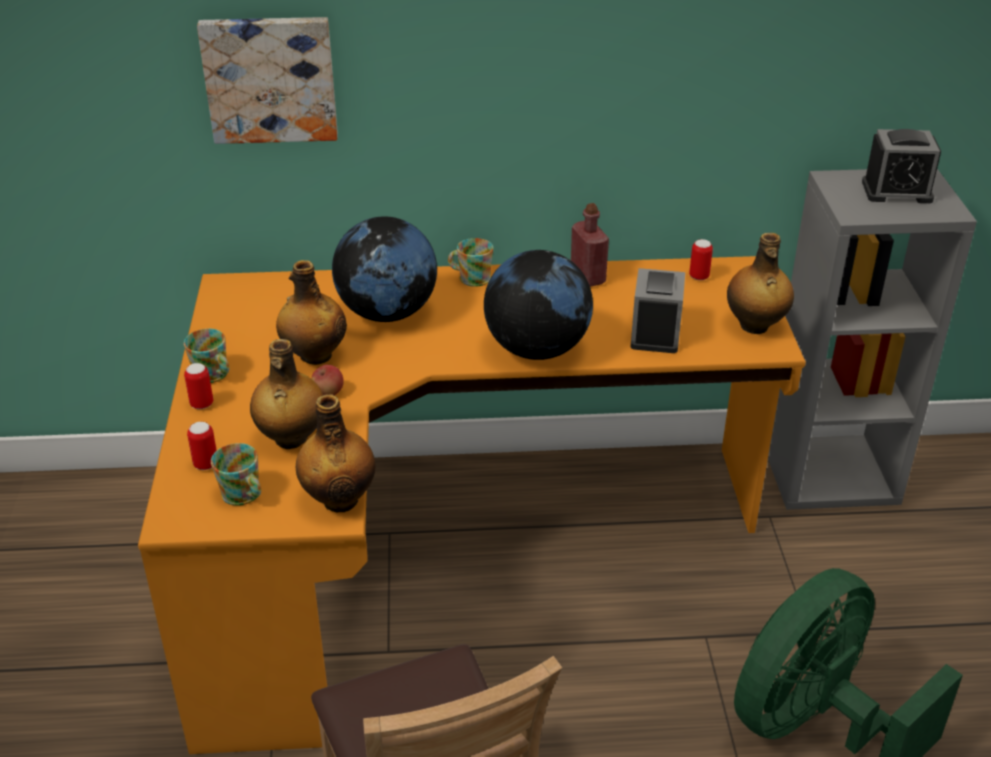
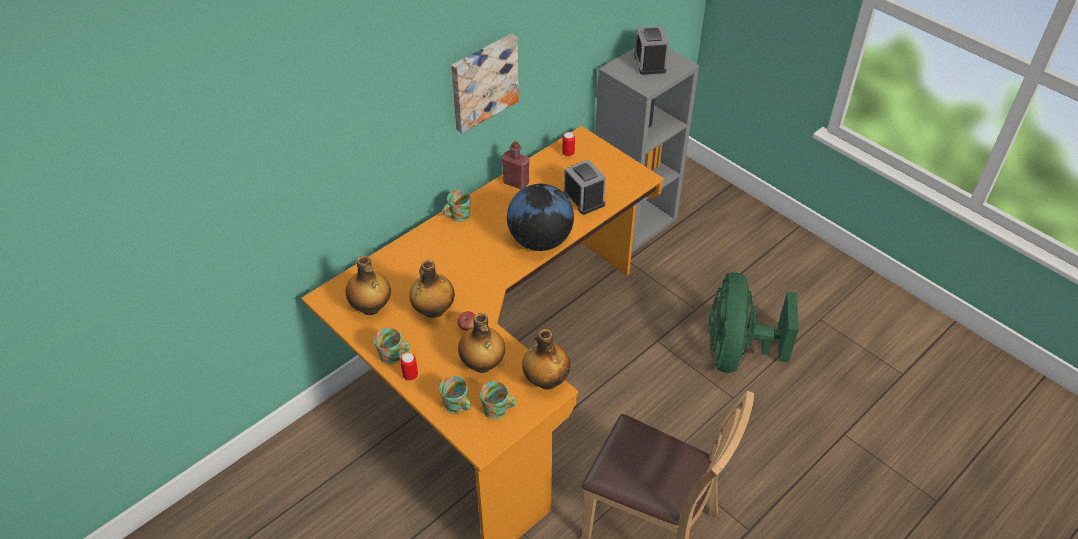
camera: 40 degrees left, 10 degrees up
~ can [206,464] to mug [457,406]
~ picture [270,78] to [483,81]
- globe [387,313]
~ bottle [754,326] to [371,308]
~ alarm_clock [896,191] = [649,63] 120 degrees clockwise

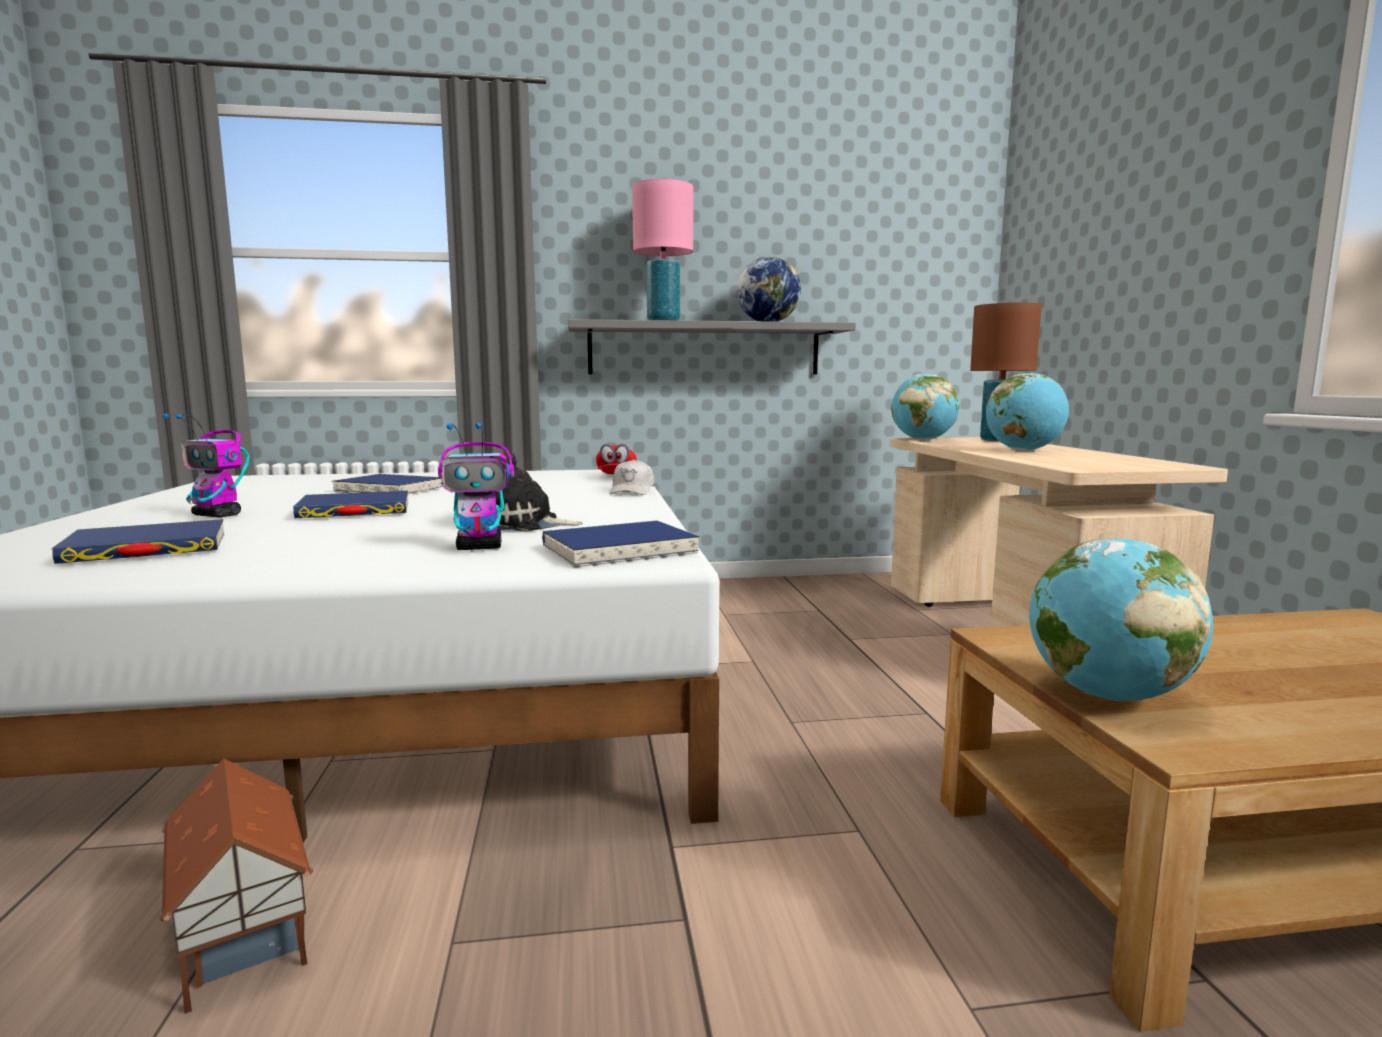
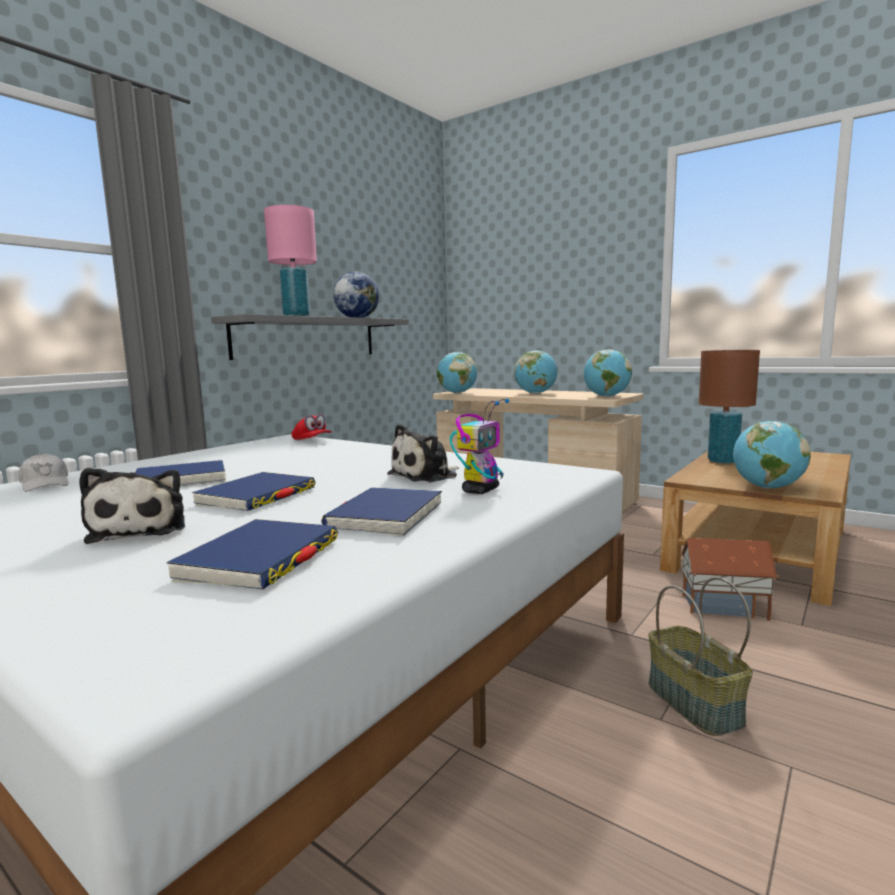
camera: 45 degrees left, 0 degrees up
~ toy_house [240,939] to [724,608]
~ toy_robot [217,515] to plush_toy [141,529]
~ blue_book [619,550] to [385,516]
~ white_cap [632,491] to [45,484]
~ brown_table_lamp [998,440] to [723,461]
+ globe [606,396]
+ basket [692,703]

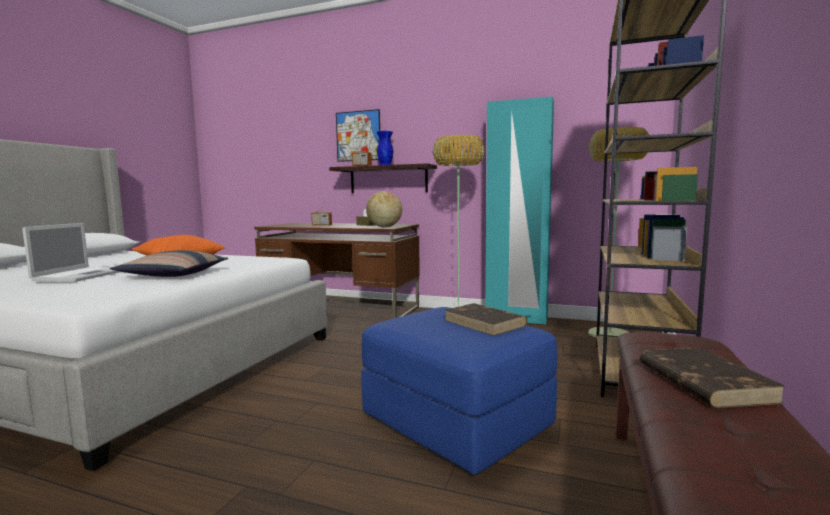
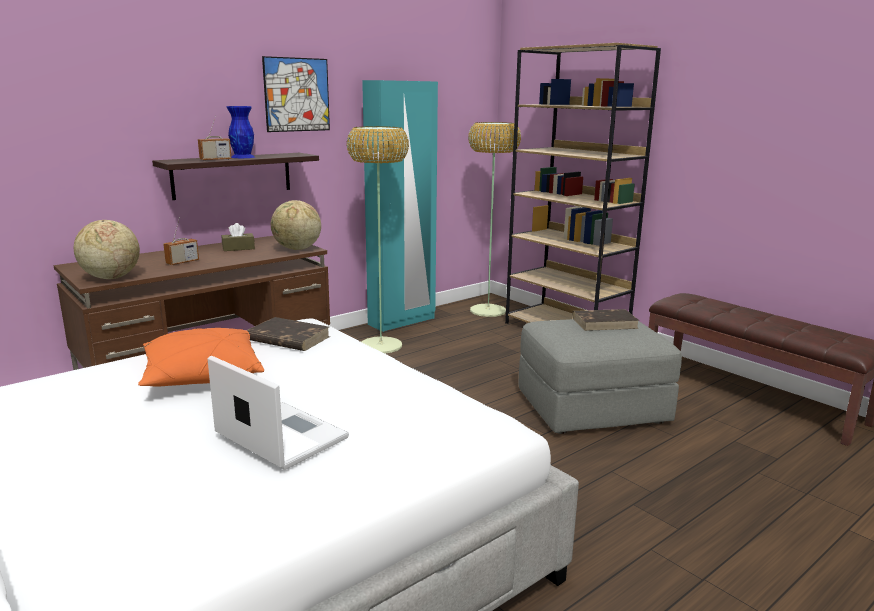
camera: 60 degrees left, 10 degrees up
- pillow [174,274]
~ picture [358,136] to [297,95]
~ blue_ottoman [457,422] to grey_ottoman [592,407]
~ brown_book [703,381] to [287,338]
+ globe [110,278]

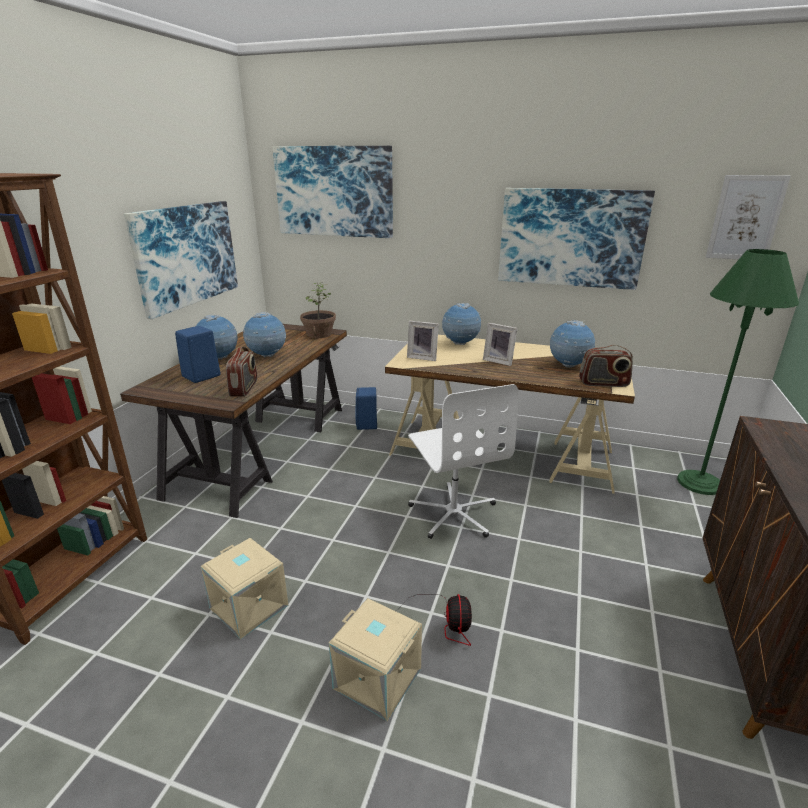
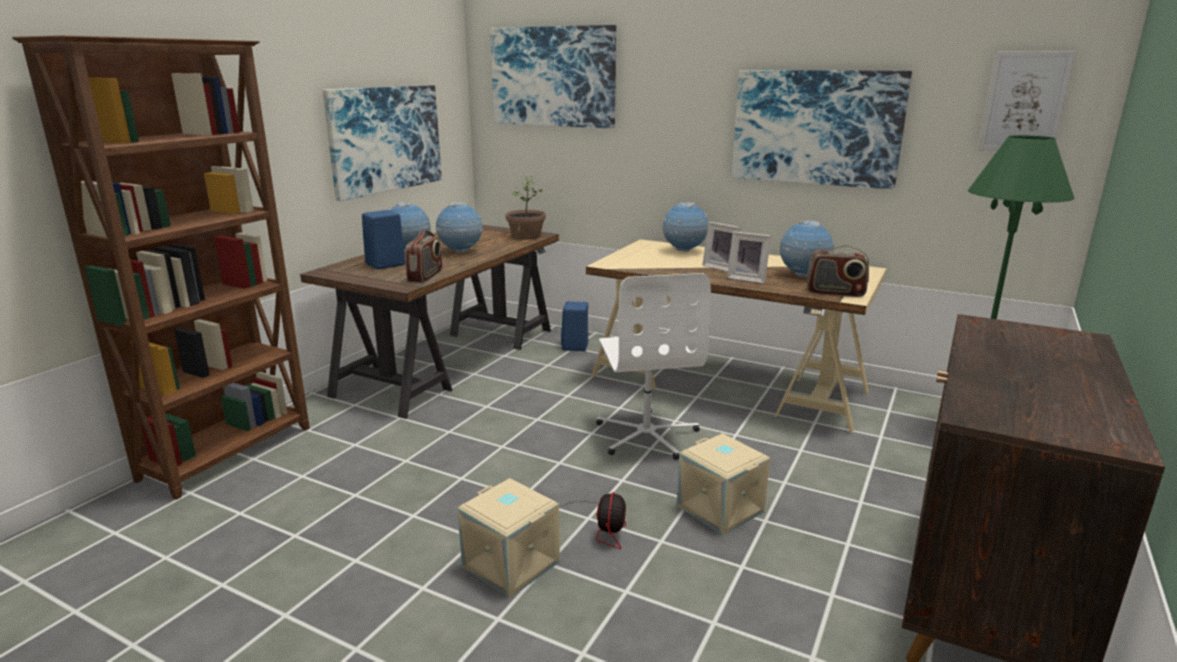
camera: 10 degrees right, 5 degrees down
~ beige_storage_box [247,607] to [719,509]
~ picture_frame [423,357] to [748,279]

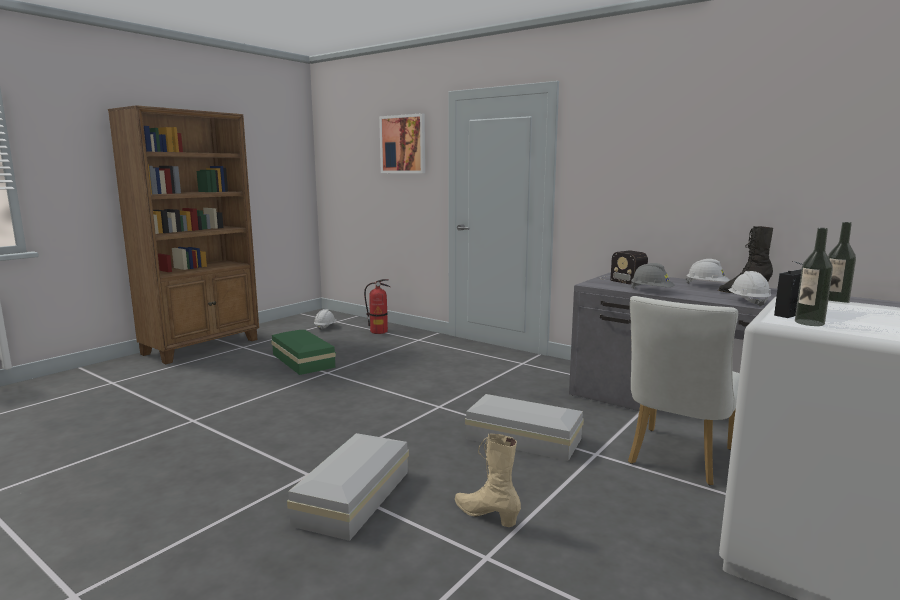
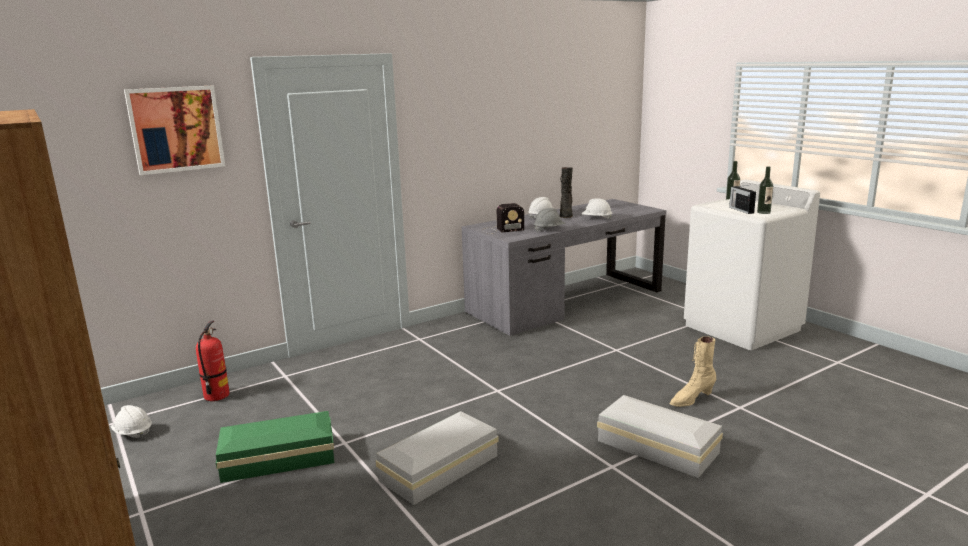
camera: 70 degrees left, 5 degrees up
~ white_storage_box [525,439] to [442,468]
- white_chair [677,459]

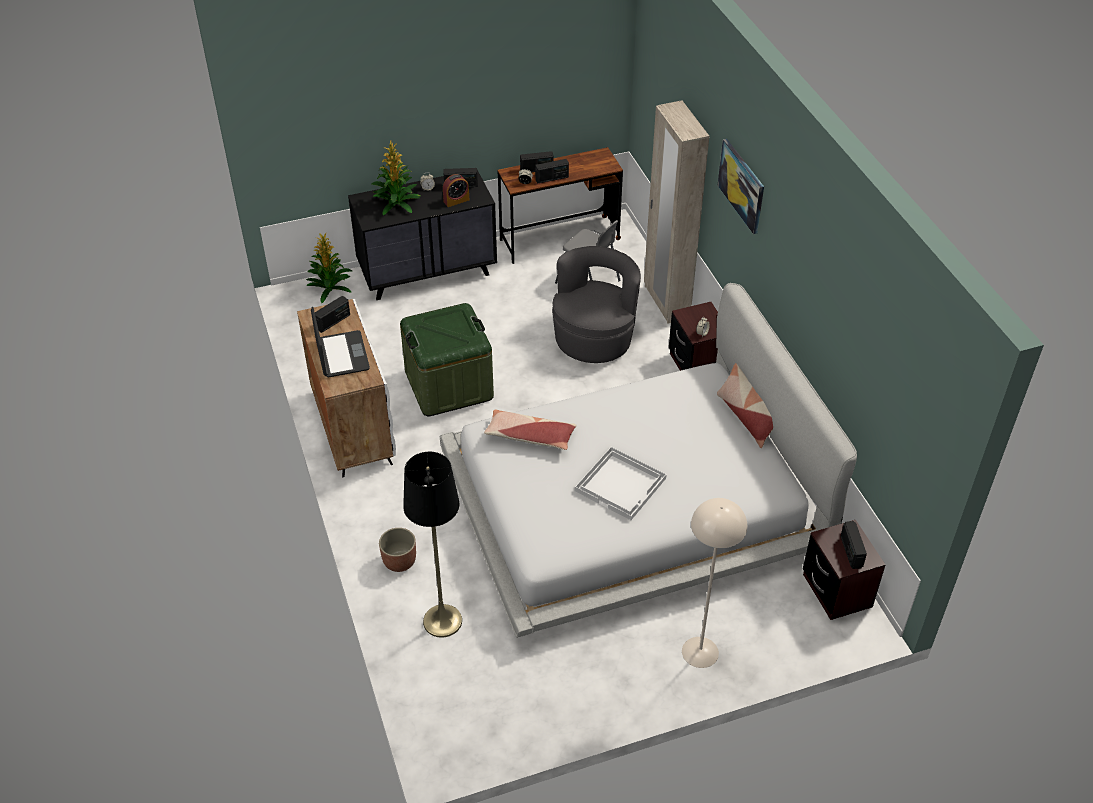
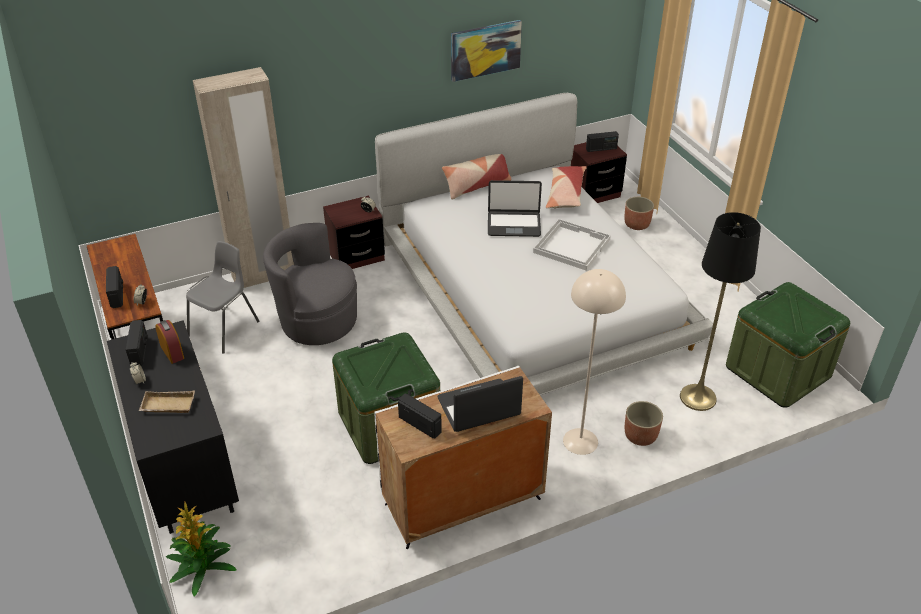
camera: 95 degrees left, 5 degrees down
~ potted_plant [397,203] to beige_tray [167,406]
~ pillow [529,436] to [565,194]
- radio [552,178]
~ beige_floor_lamp [700,652] to [580,441]
~ picture [742,185] to [485,50]
+ laptop [514,224]
+ planter [636,224]
+ green_storage_box [777,371]

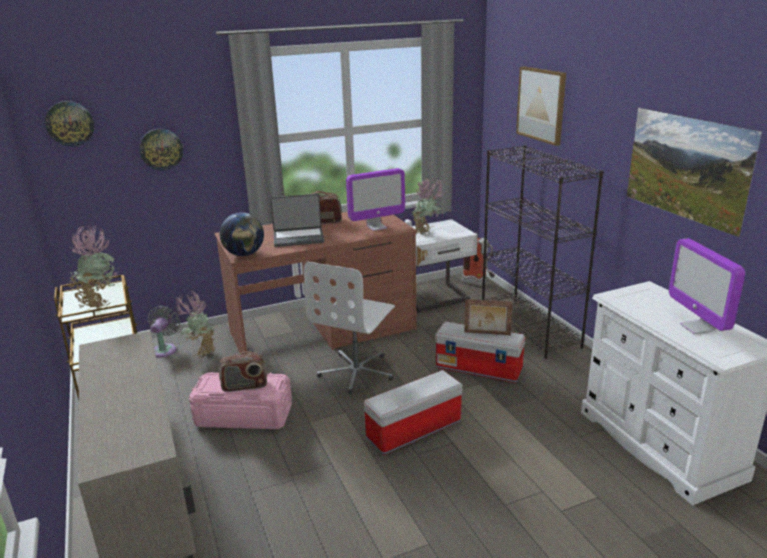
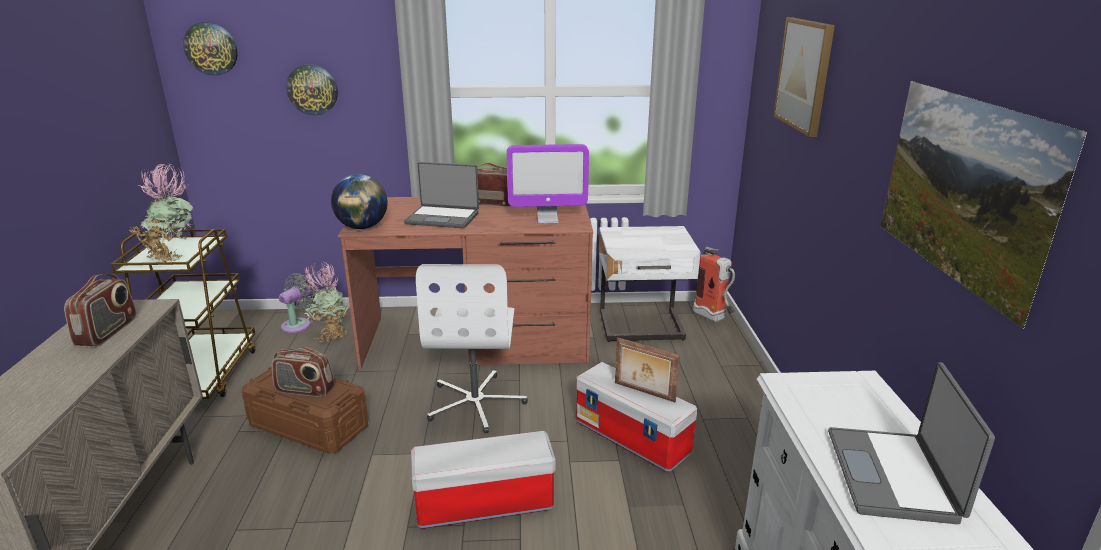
camera: 20 degrees right, 0 degrees up
~ pink_storage_box [244,416] to brown_storage_box [309,426]
~ white_office_chair [357,372] = [476,403] 45 degrees counterclockwise
- potted_plant [426,234]
- black_bookcase [530,327]
~ monitor [697,327] to laptop [894,476]
+ radio [108,332]

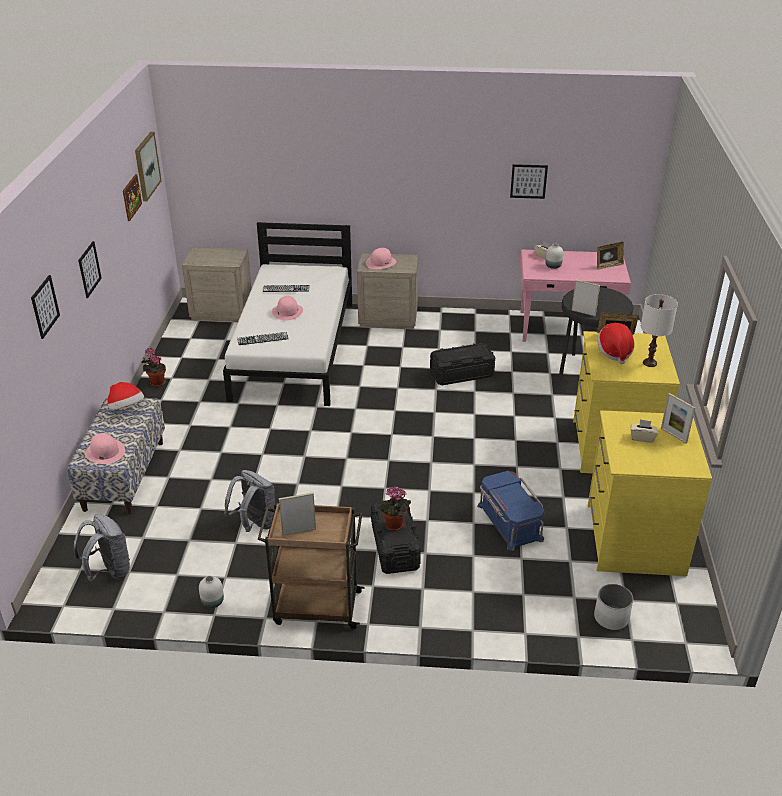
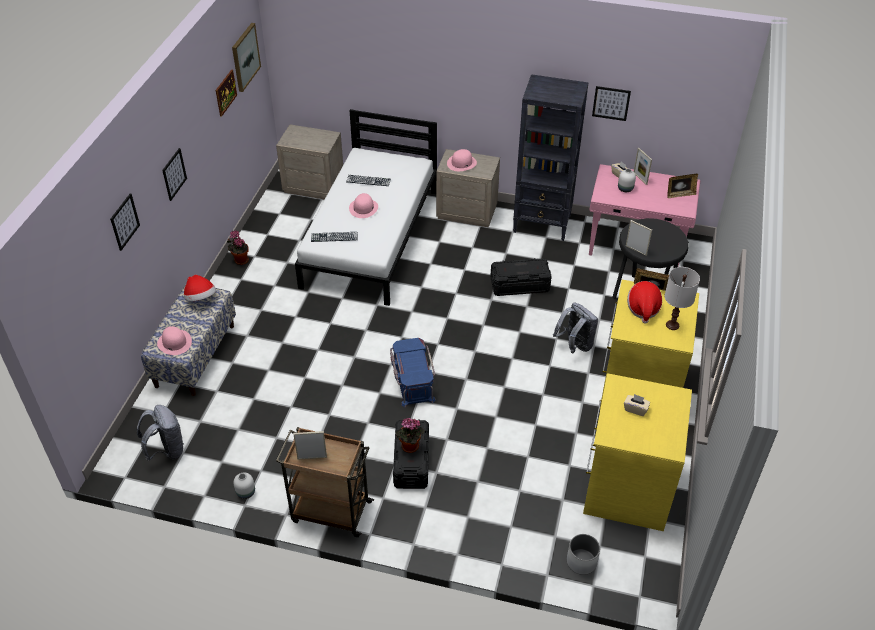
camera: 10 degrees right, 10 degrees up
~ grey_backpack [255,524] to [575,345]
~ blue_storage_box [509,522] to [412,381]
~ picture_frame [673,435] to [640,178]
+ black_bookcase [542,224]

